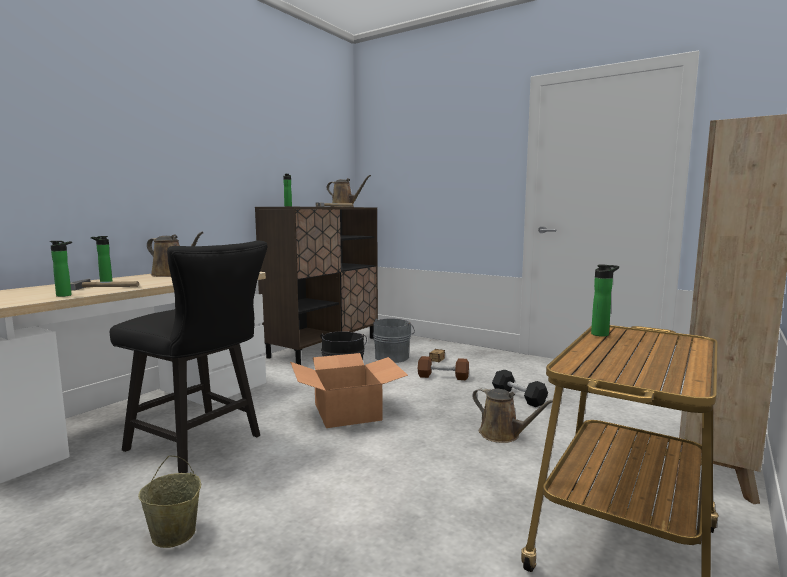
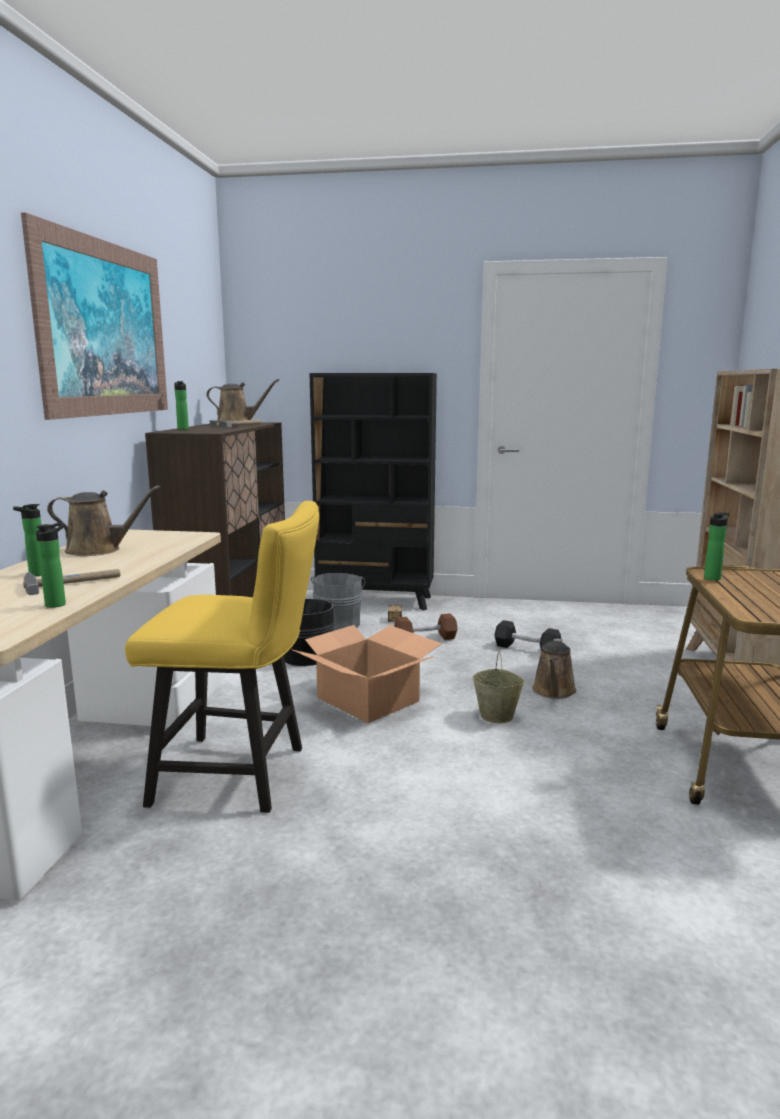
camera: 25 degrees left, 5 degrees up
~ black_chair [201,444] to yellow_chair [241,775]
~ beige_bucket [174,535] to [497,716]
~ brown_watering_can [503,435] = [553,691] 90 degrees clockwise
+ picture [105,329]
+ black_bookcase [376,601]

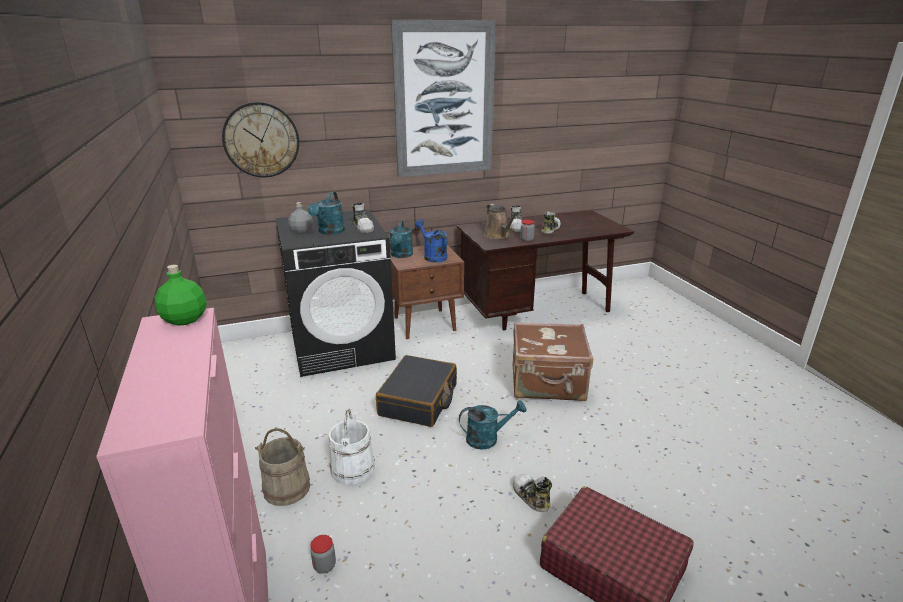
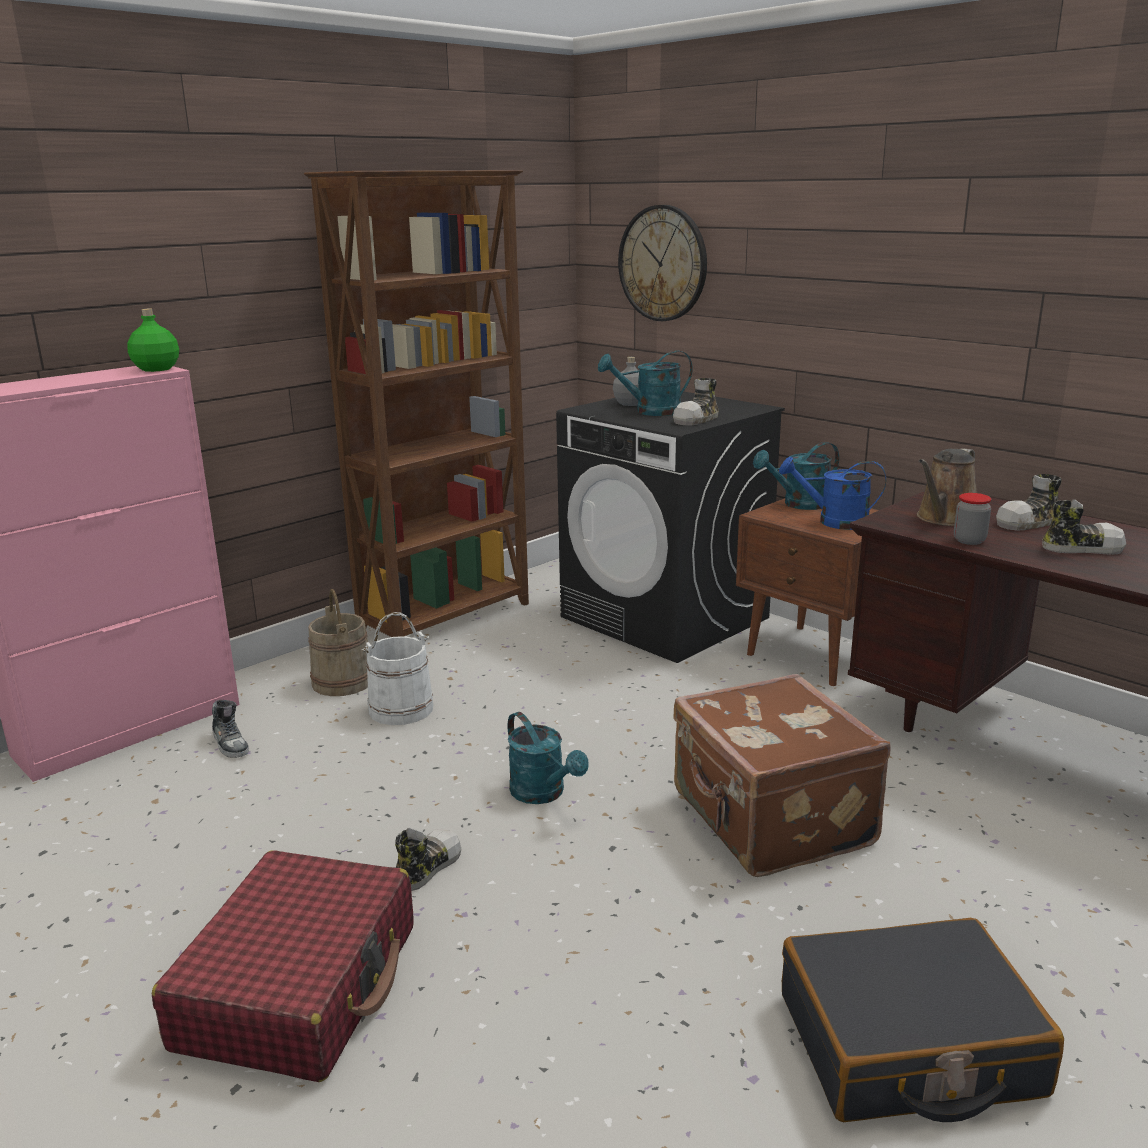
camera: 65 degrees right, 5 degrees down
~ jar [324,566] to shoe [230,744]
~ black_suitcase [419,400] to [908,1045]
- picture [444,100]
~ blue_watering_can [432,256] = [833,521] 105 degrees counterclockwise
+ brown_bookcase [447,618]

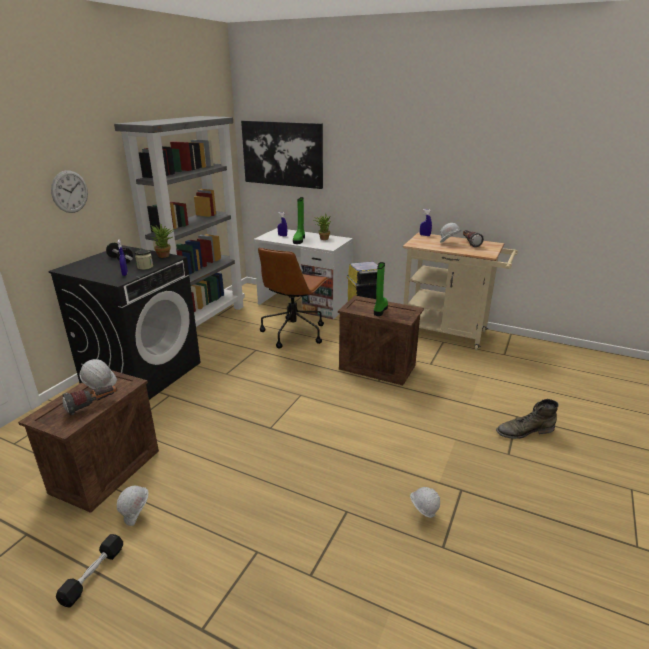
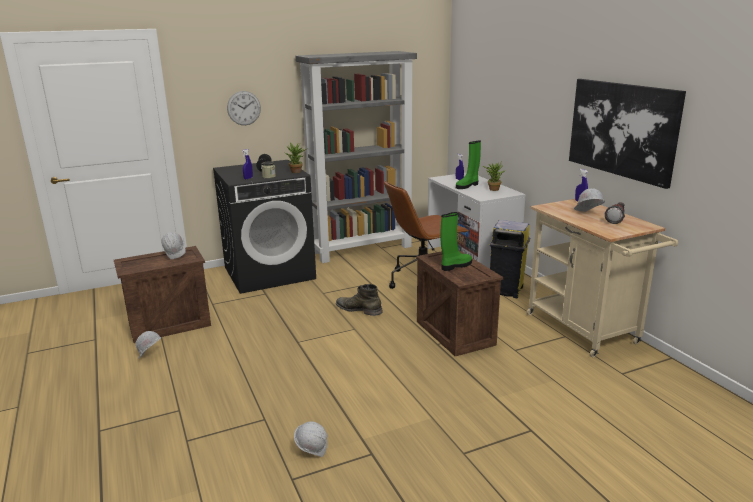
camera: 40 degrees right, 5 degrees down
- black_dumbbell [93,575]
- flashlight [93,406]
~ picture [282,154] to [622,129]
~ green_boot [524,431] to [359,309]

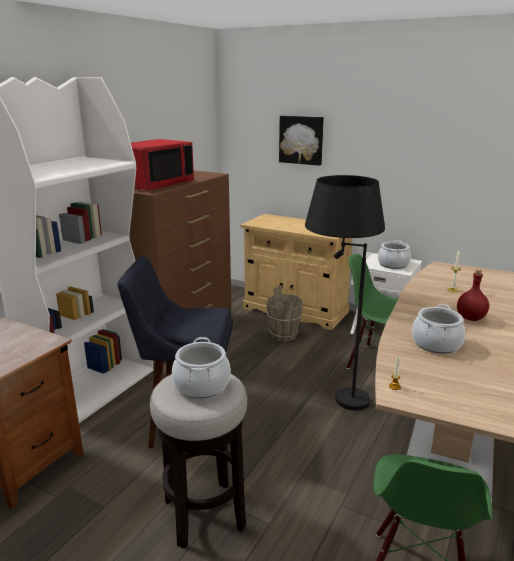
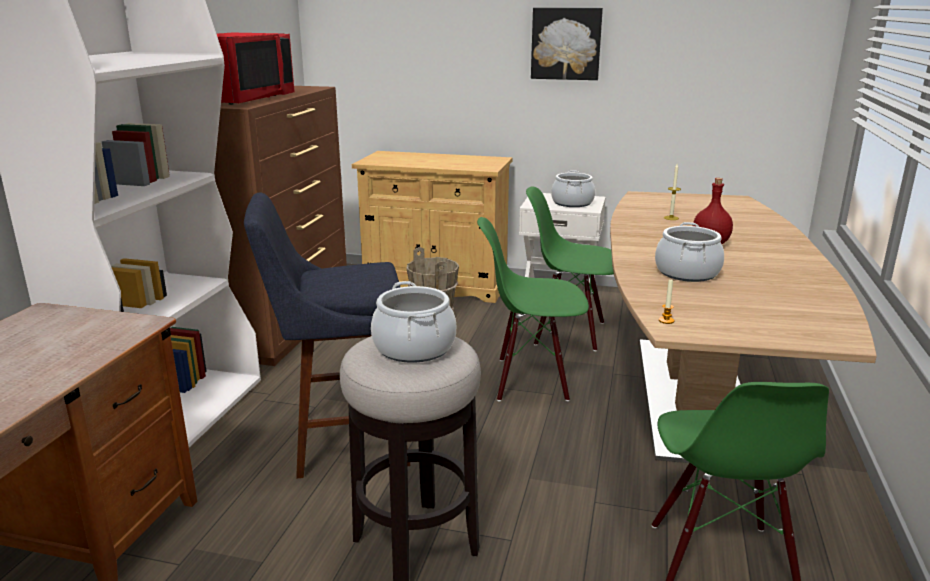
camera: 15 degrees left, 0 degrees up
~ picture [301,140] to [566,43]
~ black_floor_lamp [333,397] to green_chair [531,380]

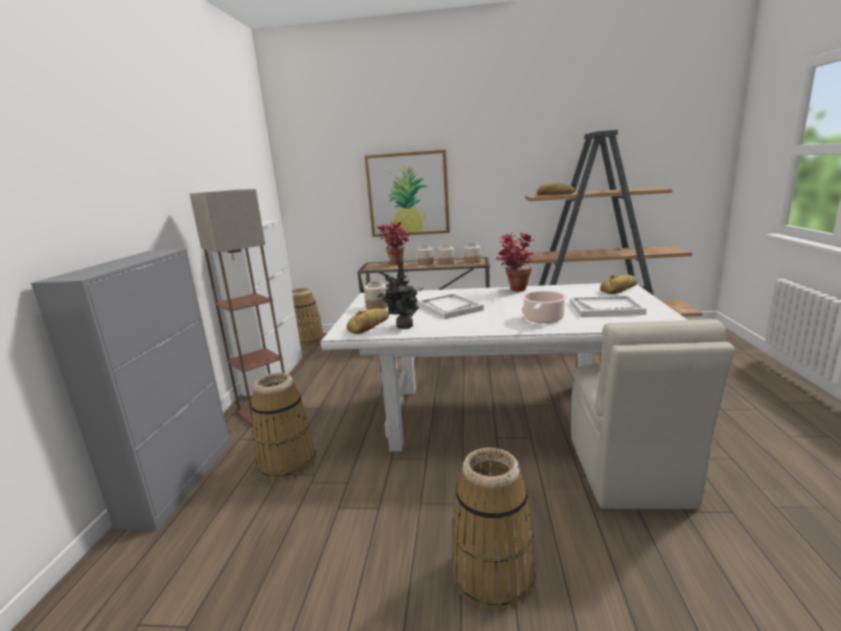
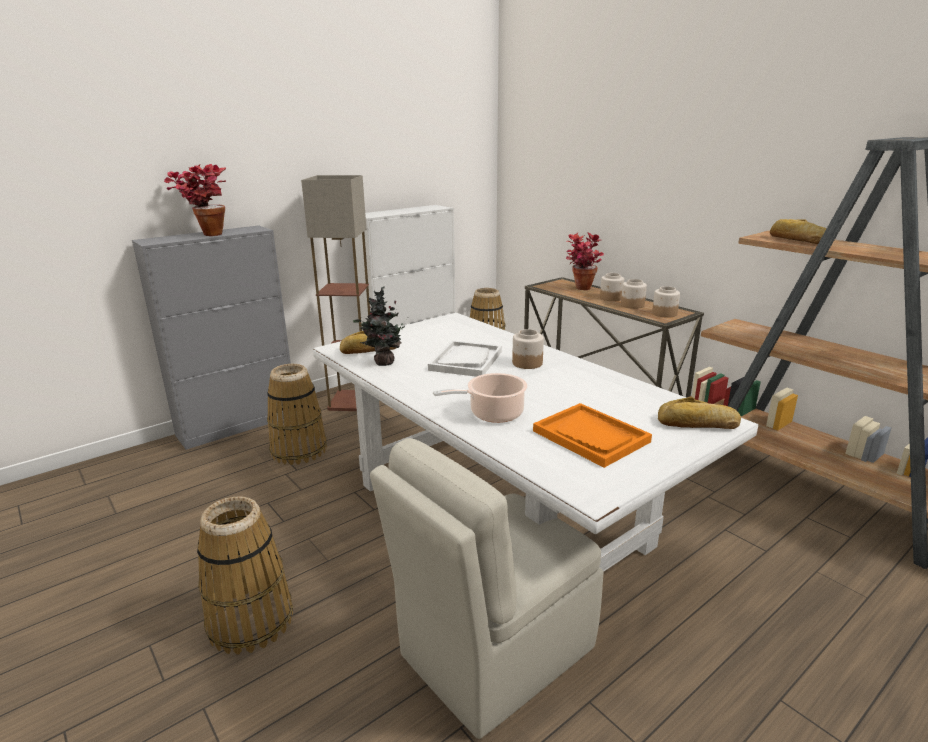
camera: 45 degrees right, 5 degrees up
- picture [408,194]
~ jar [377,307] to [527,363]
~ potted_plant [514,291] to [206,234]
~ white_tray [606,308] to orange_tray [591,436]

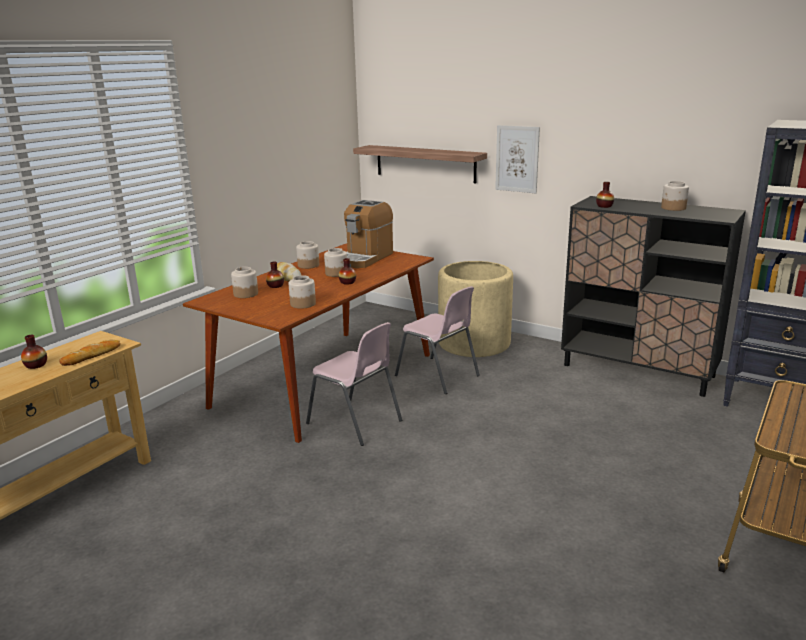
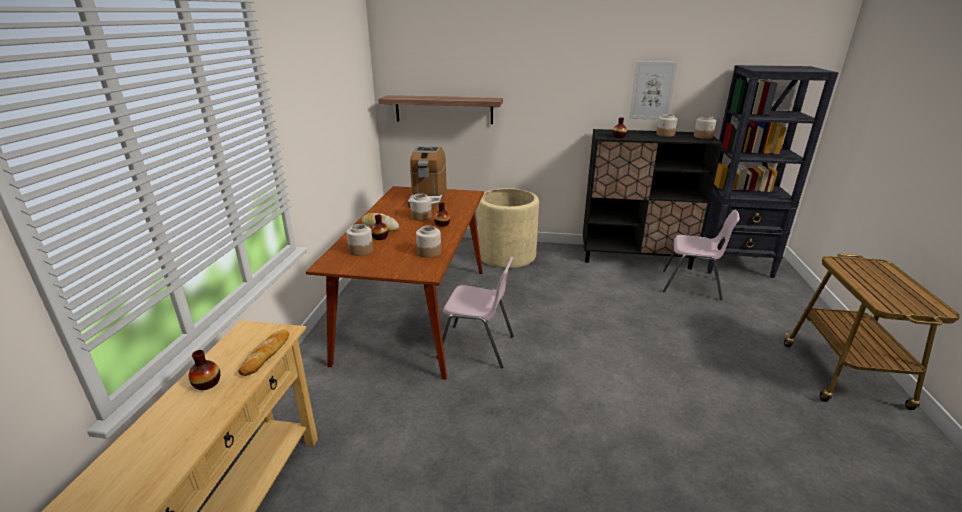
camera: 25 degrees left, 5 degrees up
~ jar [308,265] to [703,136]
~ pink_chair [438,376] to [692,285]
~ picture [517,159] to [652,91]

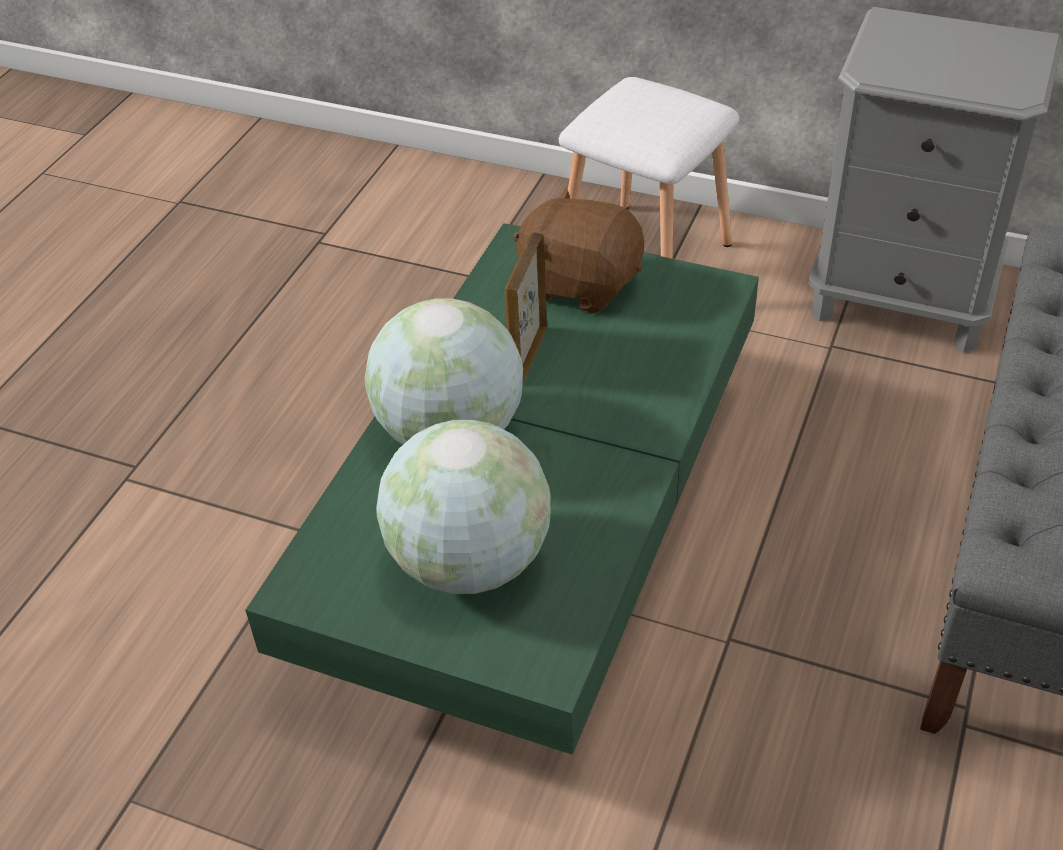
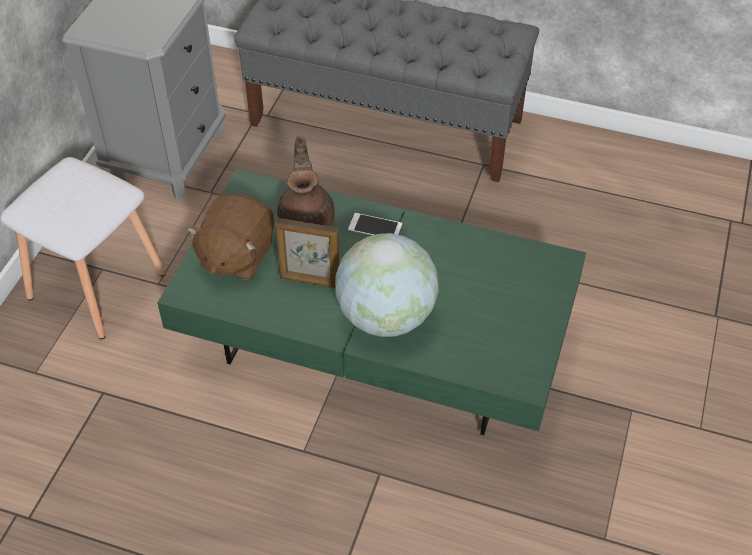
camera: 95 degrees left, 5 degrees up
- globe [470,561]
+ brown_teapot [307,218]
+ phone [375,227]

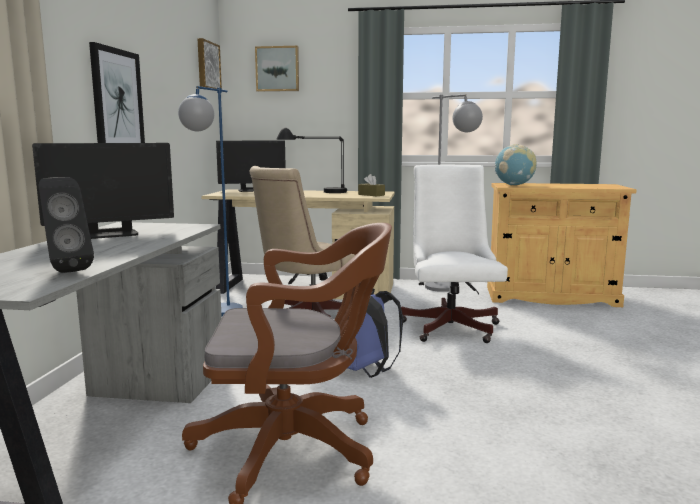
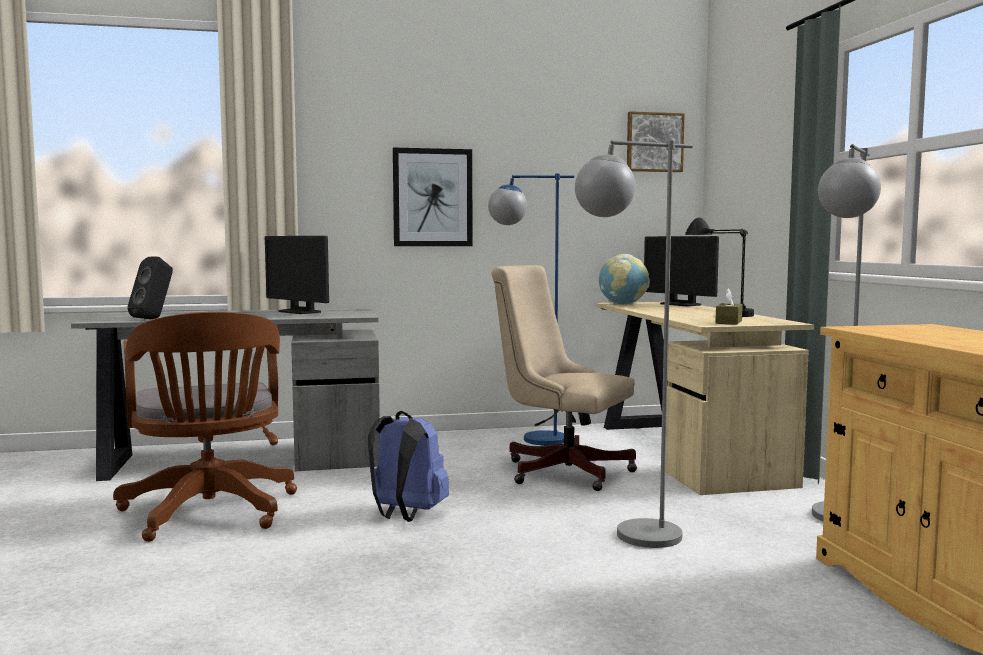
camera: 70 degrees right, 5 degrees down
- picture [277,69]
~ white_office_chair [450,325] to grey_floor_lamp [629,539]
~ globe [514,185] to [623,304]

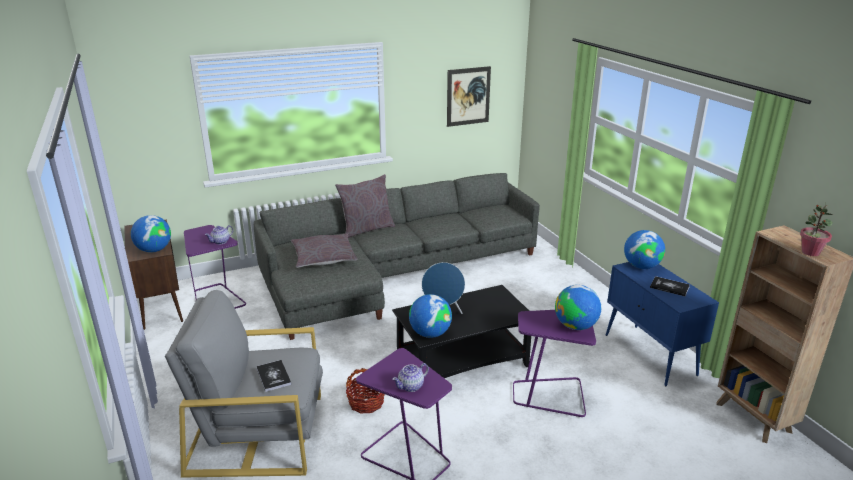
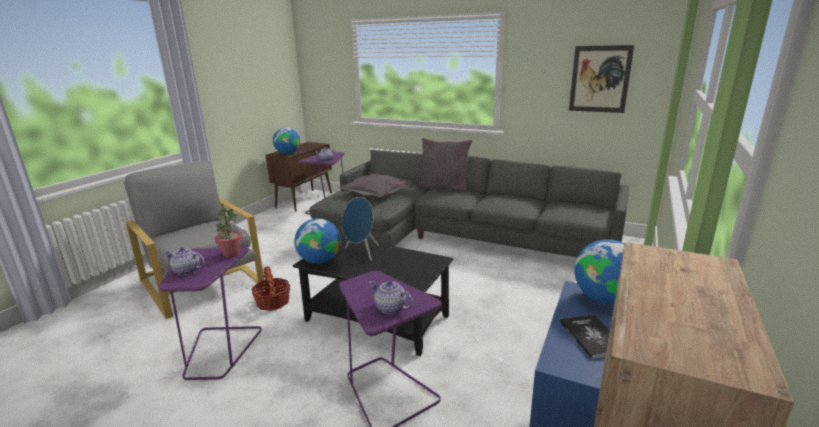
camera: 50 degrees right, 5 degrees down
- book [273,376]
~ globe [575,326] to teapot [390,308]
~ potted_plant [810,252] to [231,254]

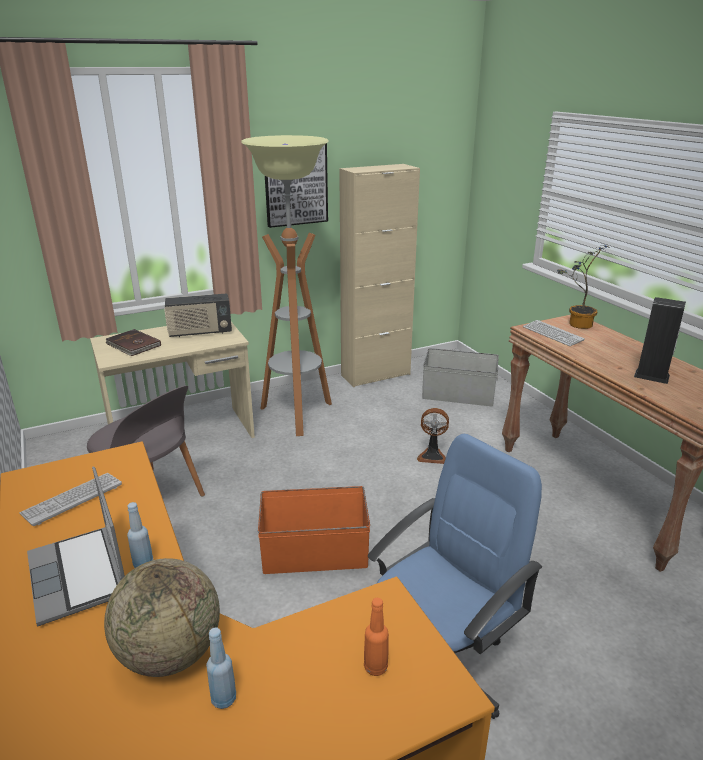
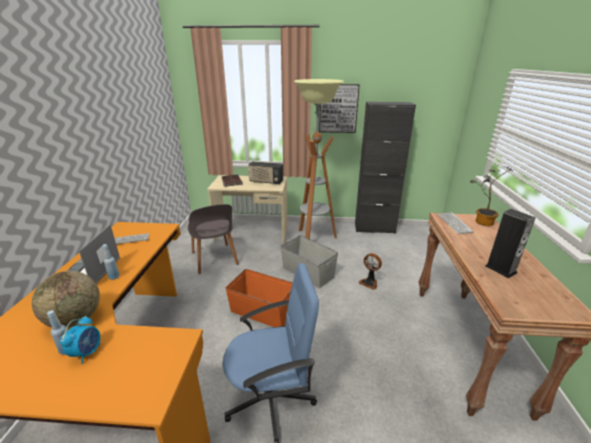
camera: 30 degrees right, 0 degrees up
~ beige_cabinet [375,375] to black_cabinet [374,228]
- orange_bottle [375,667]
~ grey_storage_box [458,394] to [308,272]
+ alarm_clock [87,352]

